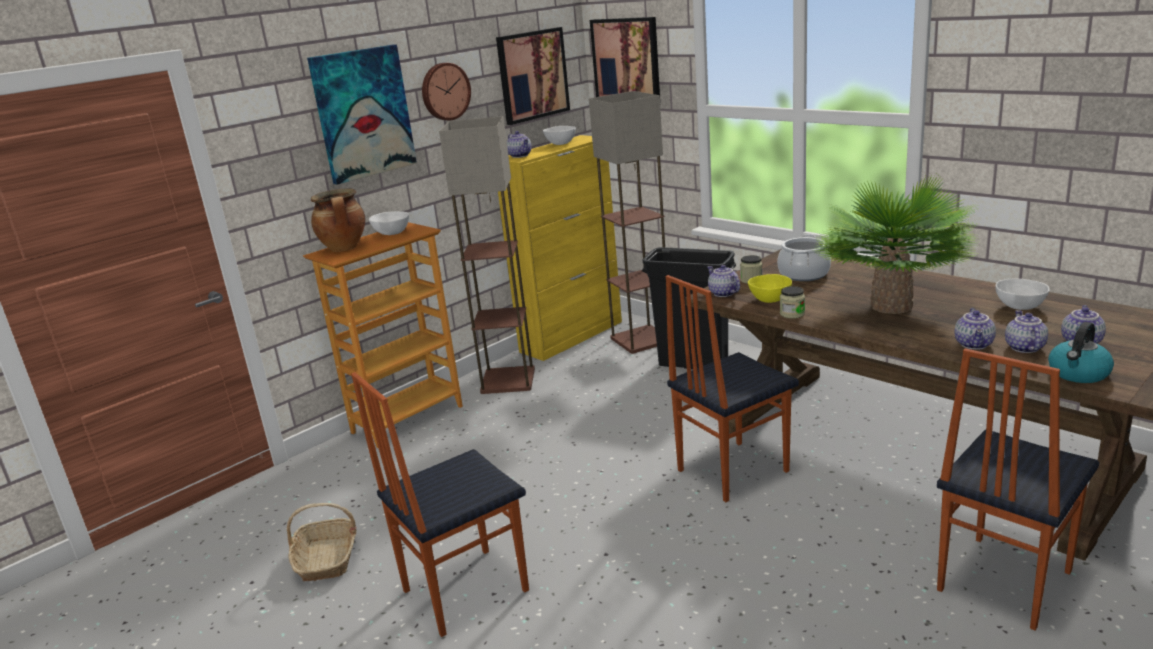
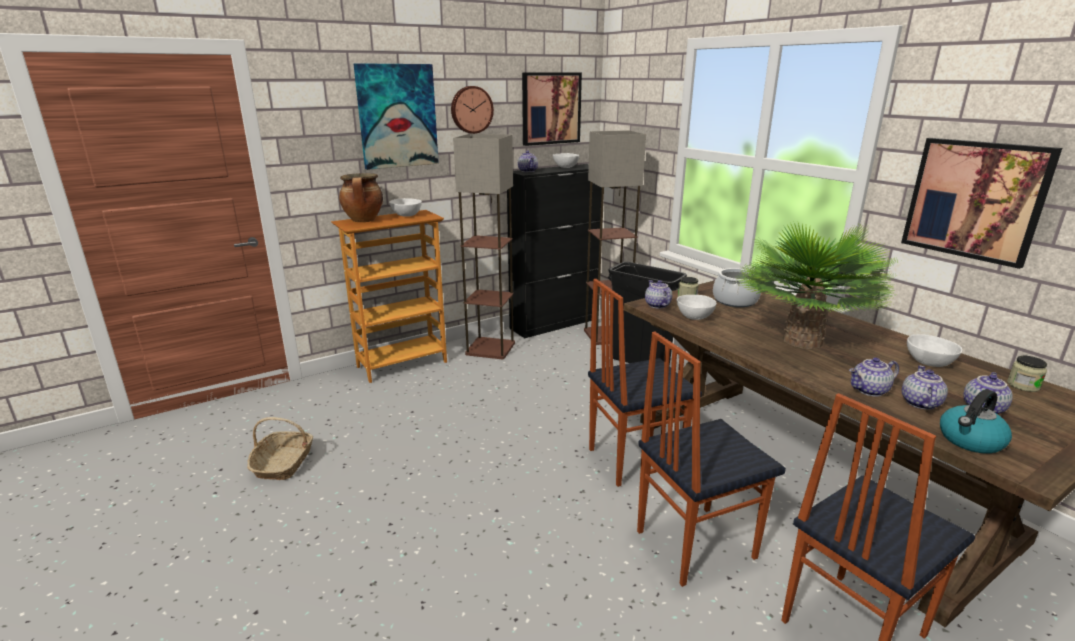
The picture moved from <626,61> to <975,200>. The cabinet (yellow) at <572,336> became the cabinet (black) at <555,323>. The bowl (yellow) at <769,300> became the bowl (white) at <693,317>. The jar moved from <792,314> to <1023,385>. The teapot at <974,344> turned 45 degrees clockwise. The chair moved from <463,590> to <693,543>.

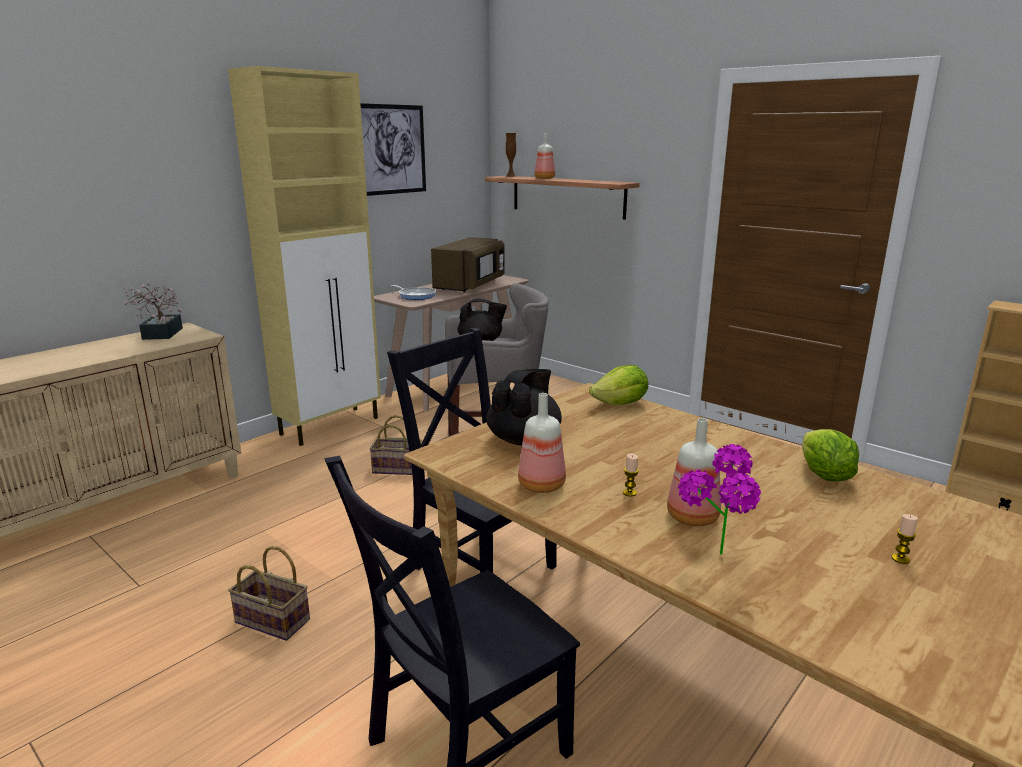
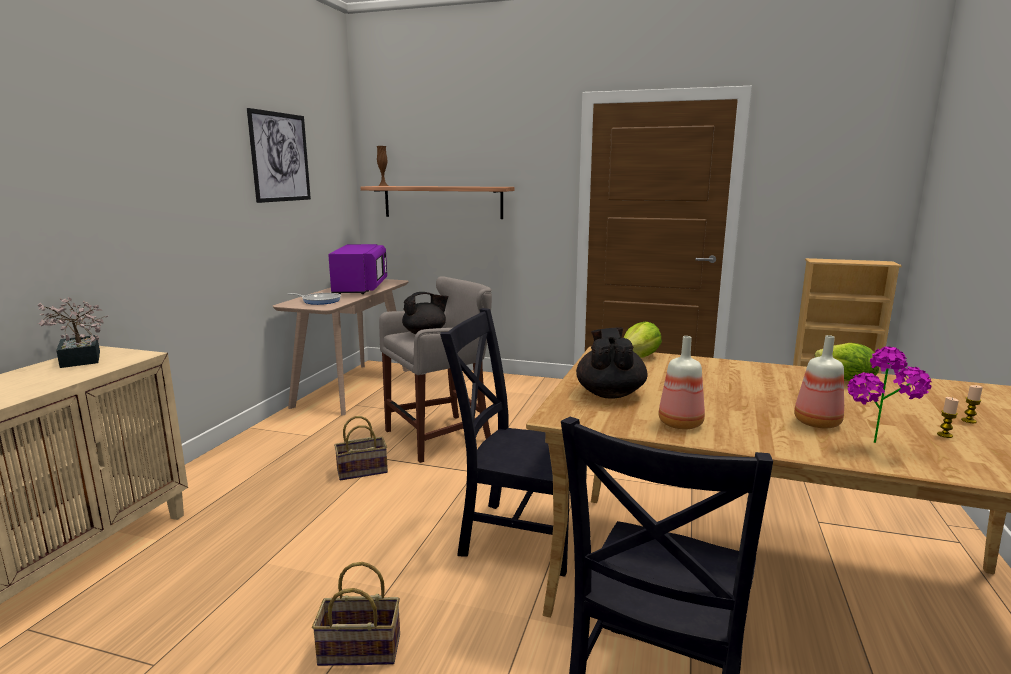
The cabinet (beige) at <331,425> disappeared. The bottle at <544,178> disappeared. The microwave (brown) at <470,285> became the microwave (purple) at <361,288>. The candle moved from <629,493> to <944,435>.

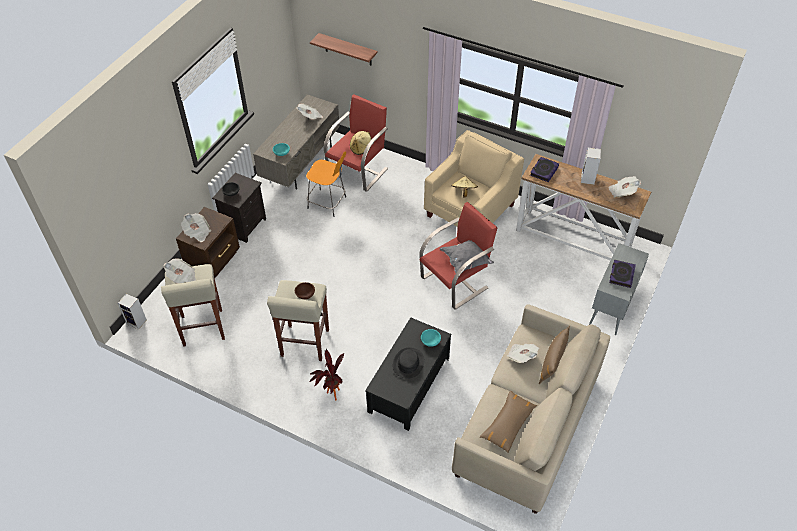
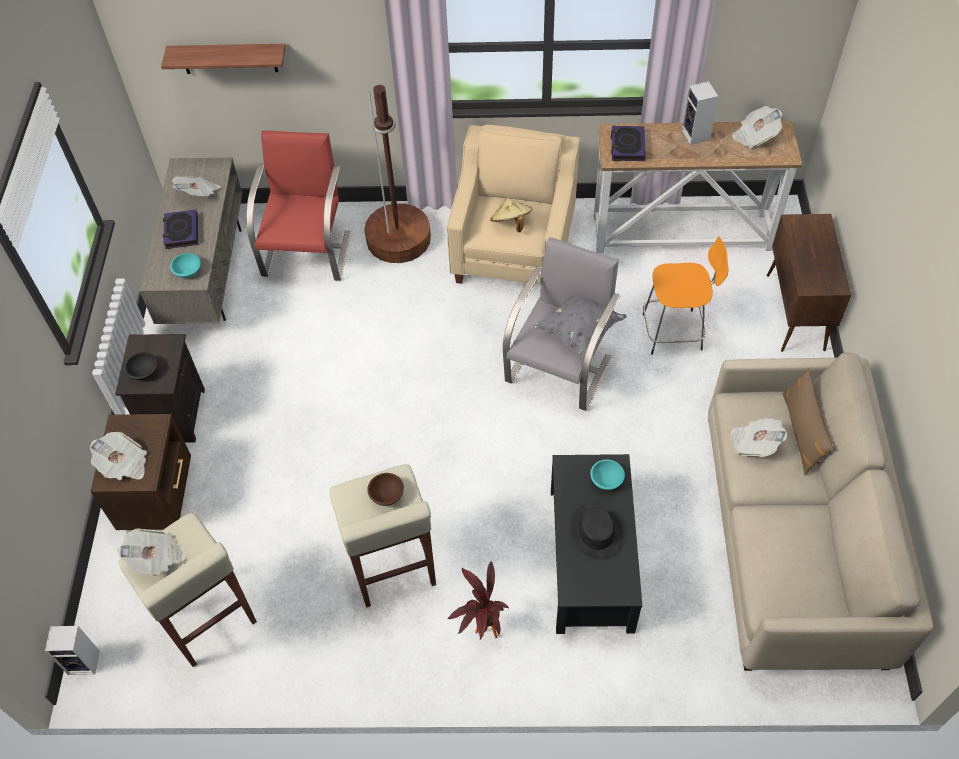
The hat (beige) at <361,148> disappeared. The stool (orange) moved from <328,203> to <674,331>. The armchair (red) at <455,282> became the armchair (grey) at <559,368>. The cabinet (grey) at <612,308> became the cabinet (brown) at <795,313>. The book moved from <621,275> to <181,232>. The pillow (brown) at <508,424> disappeared. The floor lamp (brown) at <398,239> appeared.

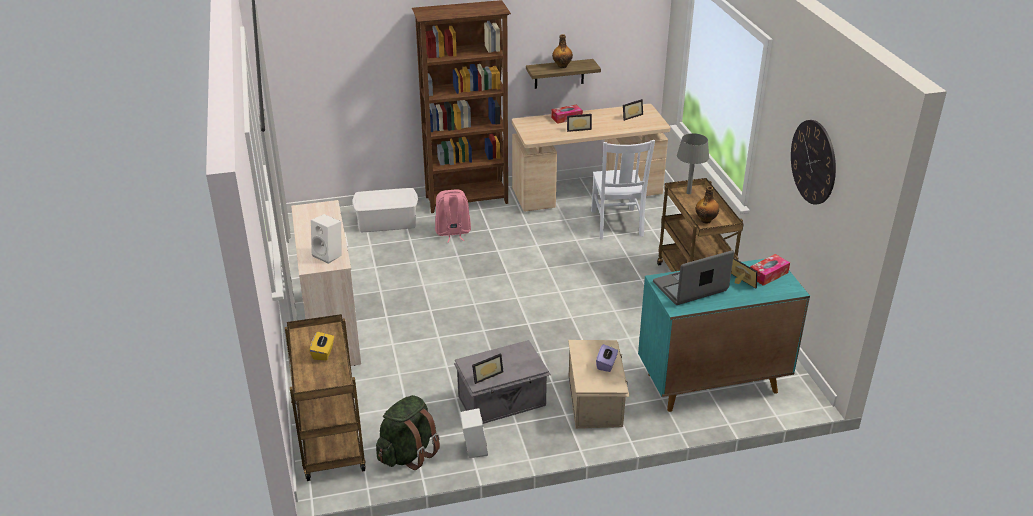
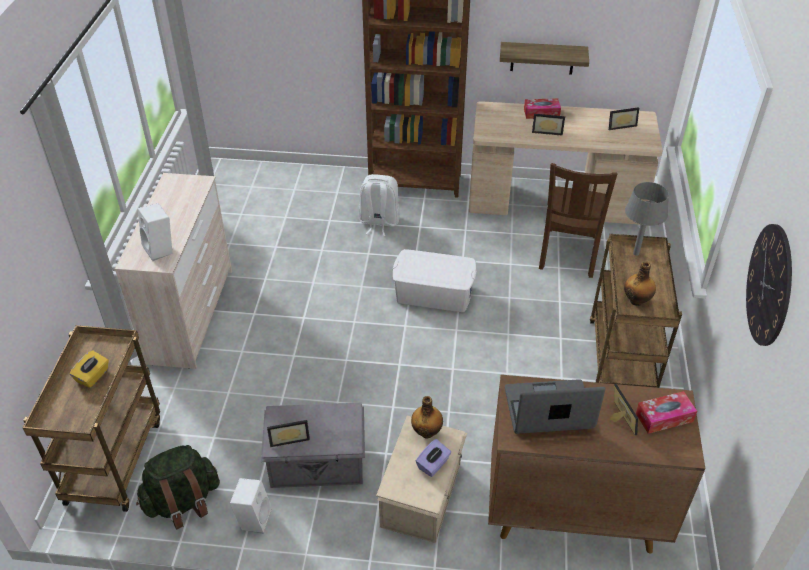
The bottle moved from <562,66> to <427,431>. The chair (white) at <617,224> became the chair (brown) at <568,254>. The storage box (white) moved from <386,222> to <433,293>. The backpack (pink) at <453,232> became the backpack (white) at <379,222>. The cabinet (turquoise) at <711,383> became the cabinet (brown) at <573,512>.

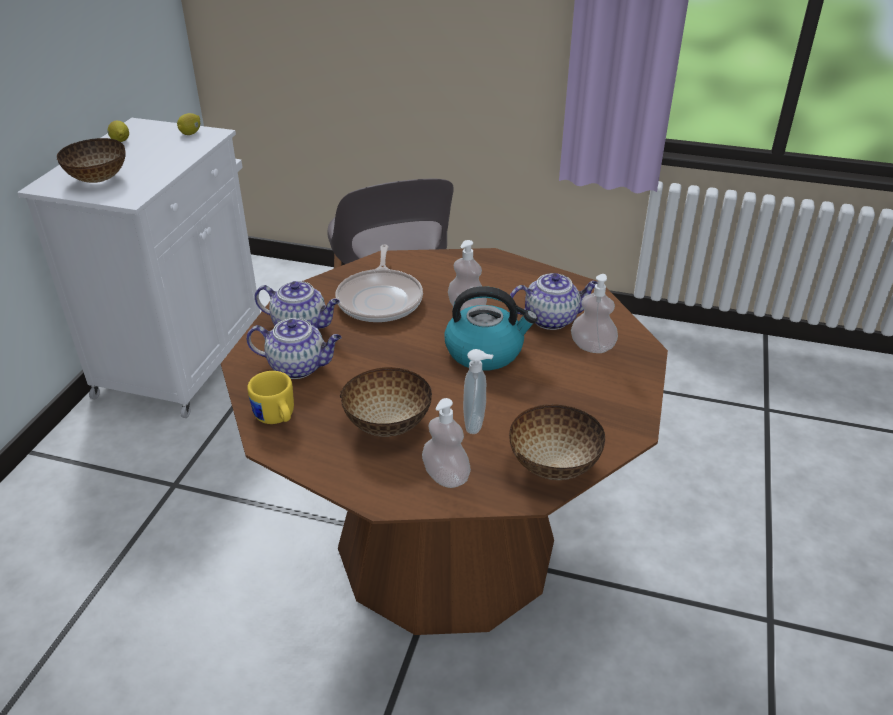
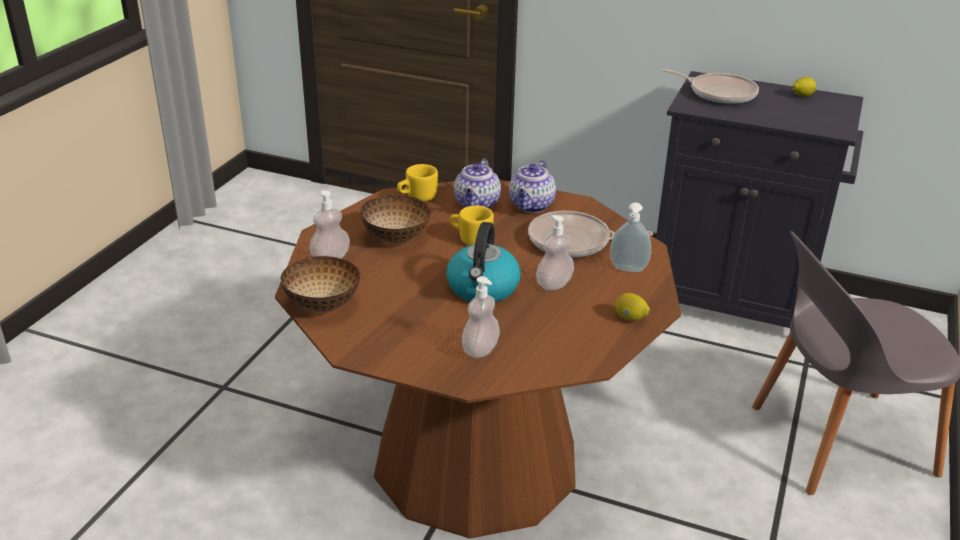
The lemon moved from <191,133> to <630,318>. The cabinet (white) at <184,357> became the cabinet (black) at <734,299>. The bowl at <97,179> was replaced by the frying pan at <719,93>. The teapot at <552,319> disappeared. The soap dispenser moved from <476,424> to <628,270>. The mug (yellow) at <471,239> appeared.

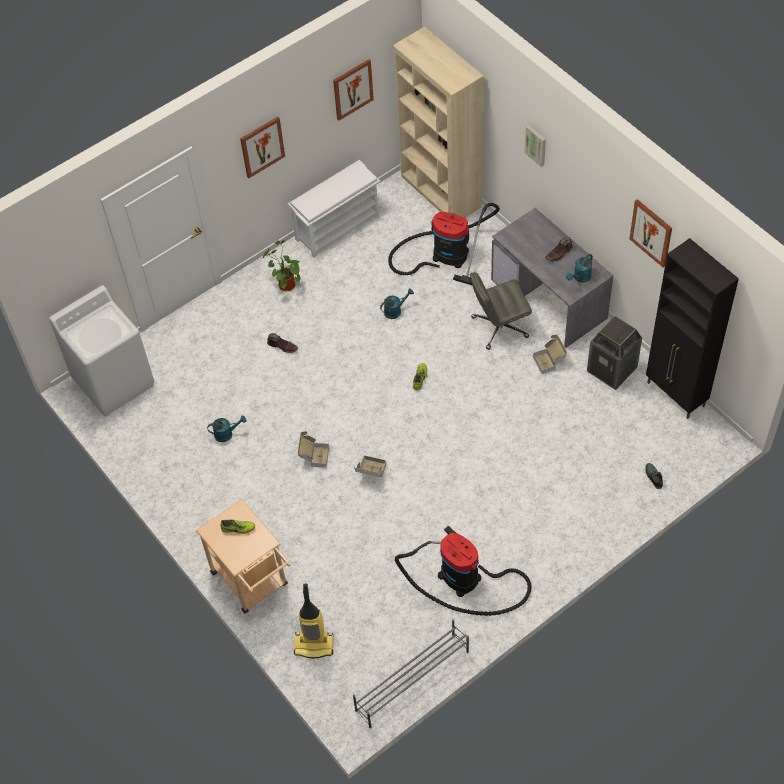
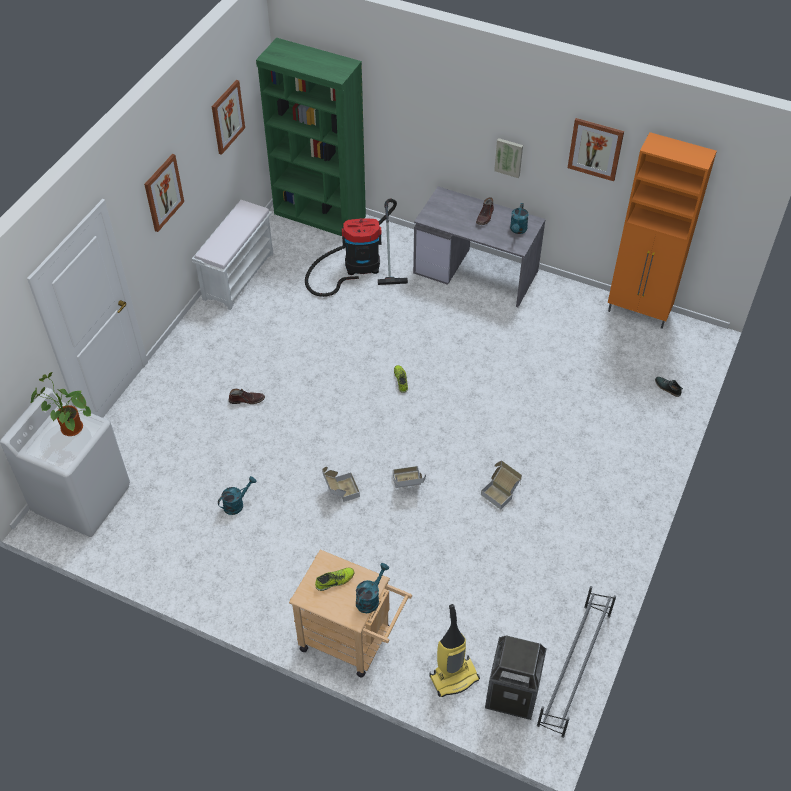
The bookcase (beige) at <440,192> became the bookcase (green) at <320,216>. The picture moved from <536,145> to <509,157>. The cabinet (black) at <676,395> became the cabinet (orange) at <639,312>. The potted plant moved from <285,285> to <69,428>. The office chair (grey) at <499,327> disappeared. The watering can (turquoise) moved from <395,310> to <370,598>. The trash can moved from <612,370> to <512,693>. The cardboard box moved from <549,361> to <500,492>. The vacuum cleaner at <464,579> disappeared.

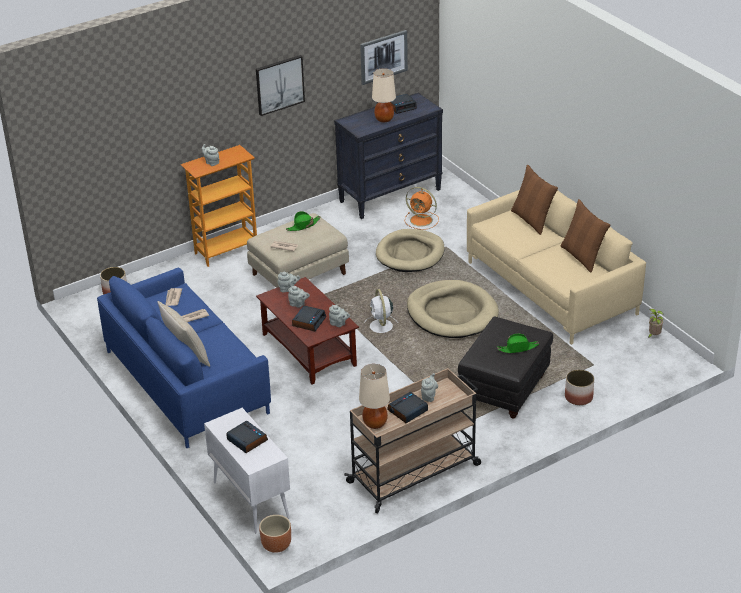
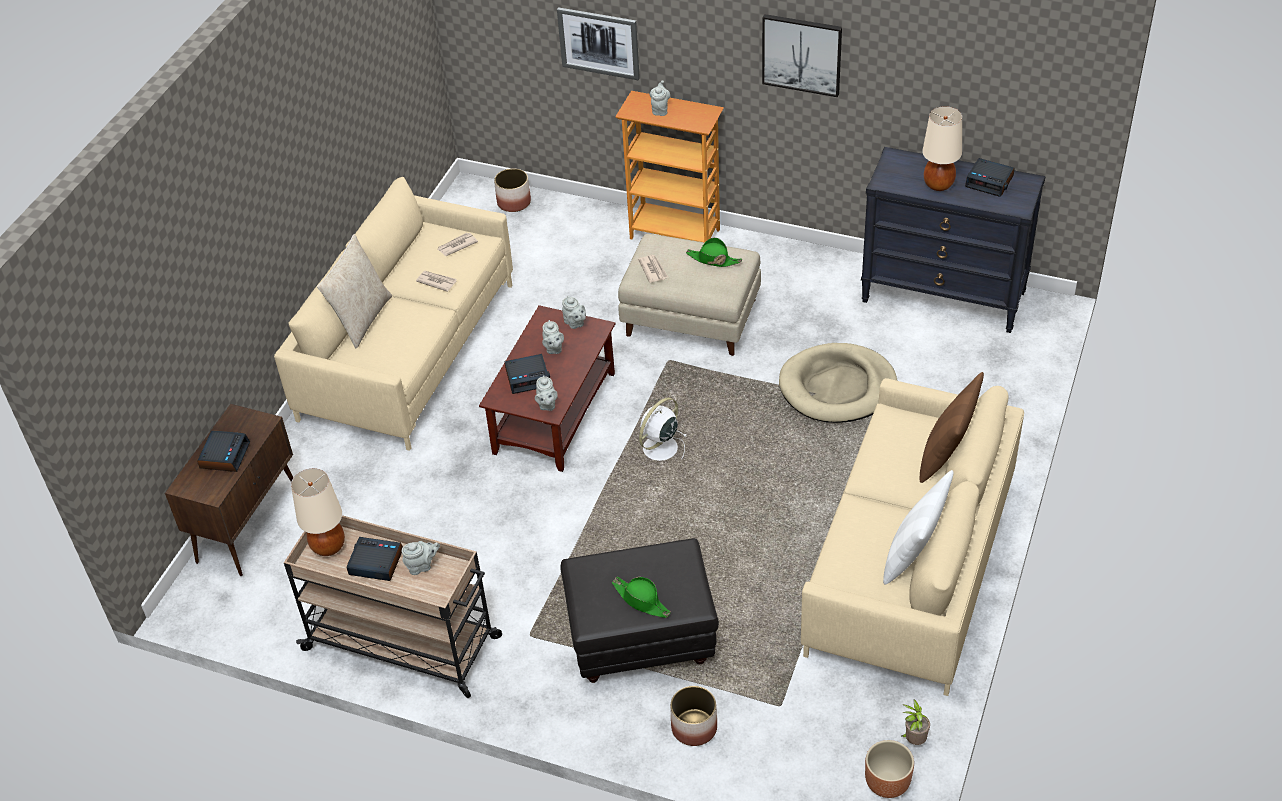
The picture moved from <383,57> to <599,43>. The fan (orange) at <422,220> disappeared. The pillow (brown) at <582,257> became the pillow (white) at <913,555>. The sofa (blue) at <186,381> became the sofa (beige) at <408,351>. The dog bed (beige) at <452,313> disappeared. The cabinet (white) at <250,499> became the cabinet (brown) at <249,525>. The planter (brown) moved from <276,545> to <887,783>.

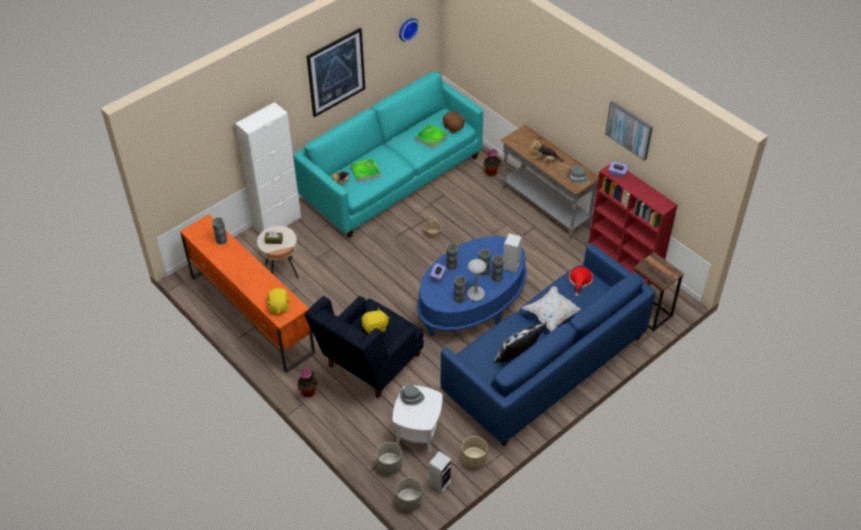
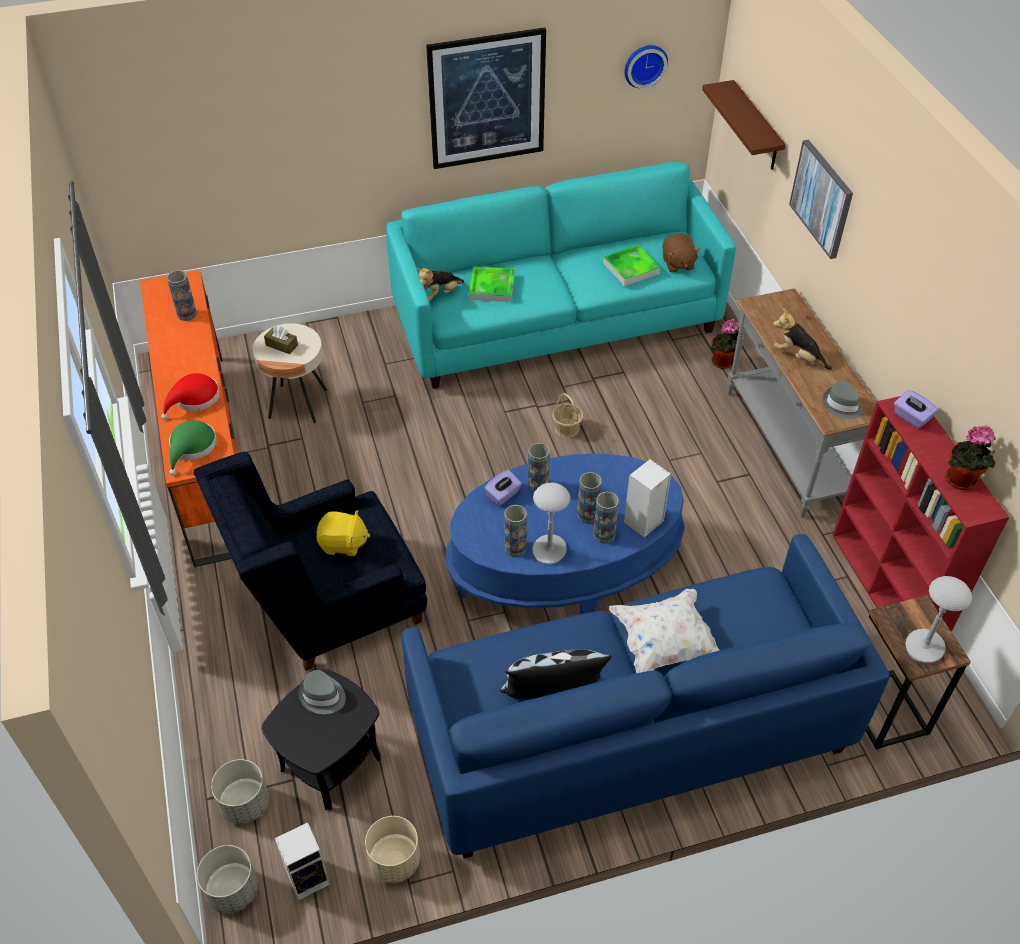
The picture moved from <629,130> to <822,198>. The cabinet (white) at <277,223> disappeared. The hat (red) moved from <580,281> to <194,399>. The plush toy (yellow) at <279,306> was replaced by the hat (green) at <192,447>. The potted plant moved from <309,393> to <961,482>. The side table (white) at <418,432> became the side table (black) at <331,763>. The shelf (brown) at <756,127> appeared. The table lamp (grey) at <924,647> appeared.

